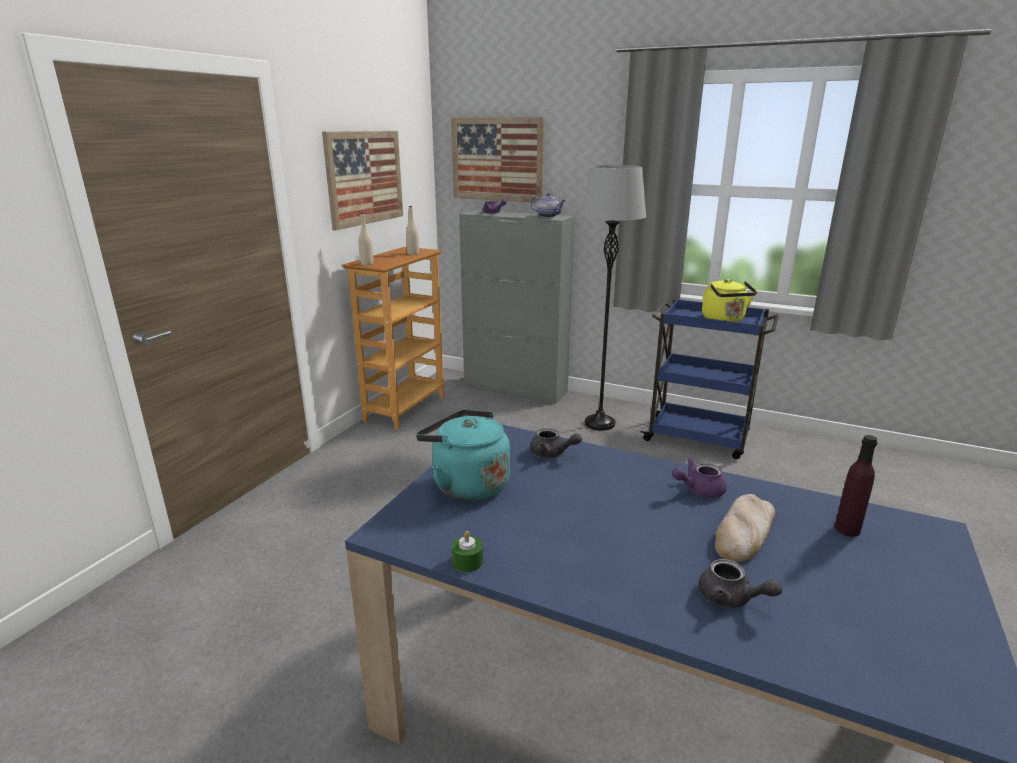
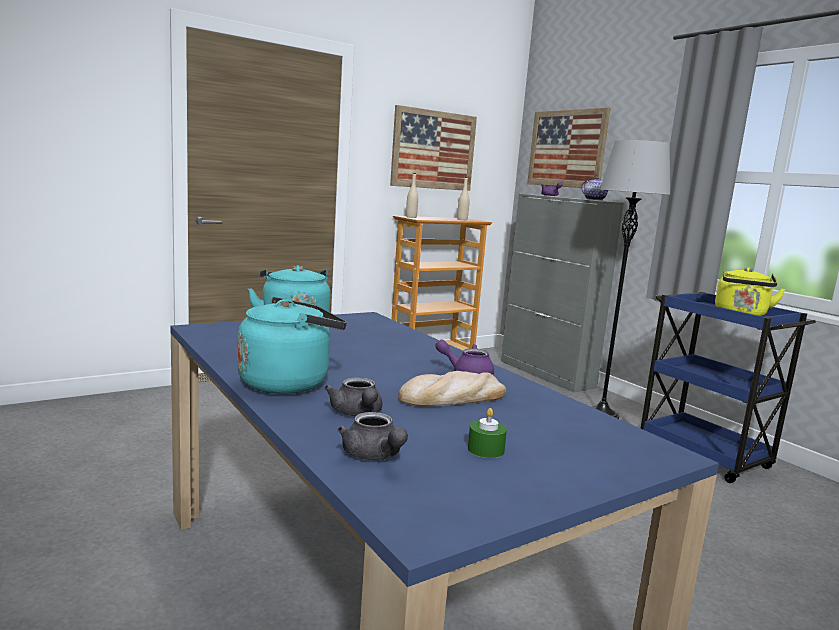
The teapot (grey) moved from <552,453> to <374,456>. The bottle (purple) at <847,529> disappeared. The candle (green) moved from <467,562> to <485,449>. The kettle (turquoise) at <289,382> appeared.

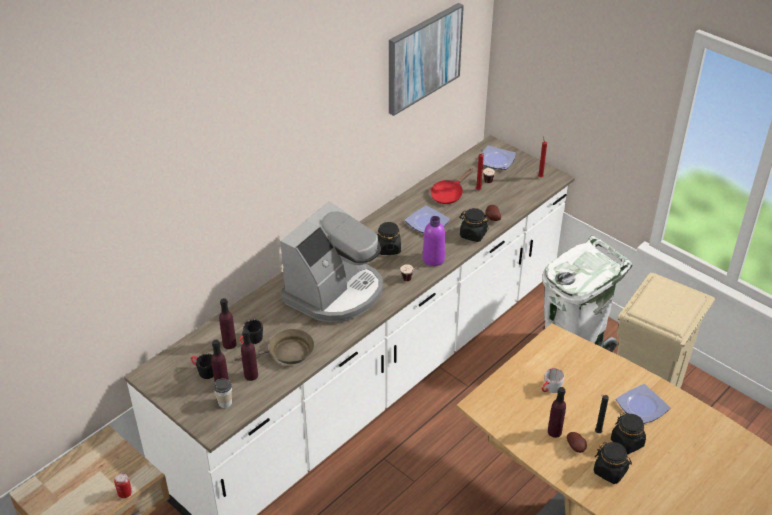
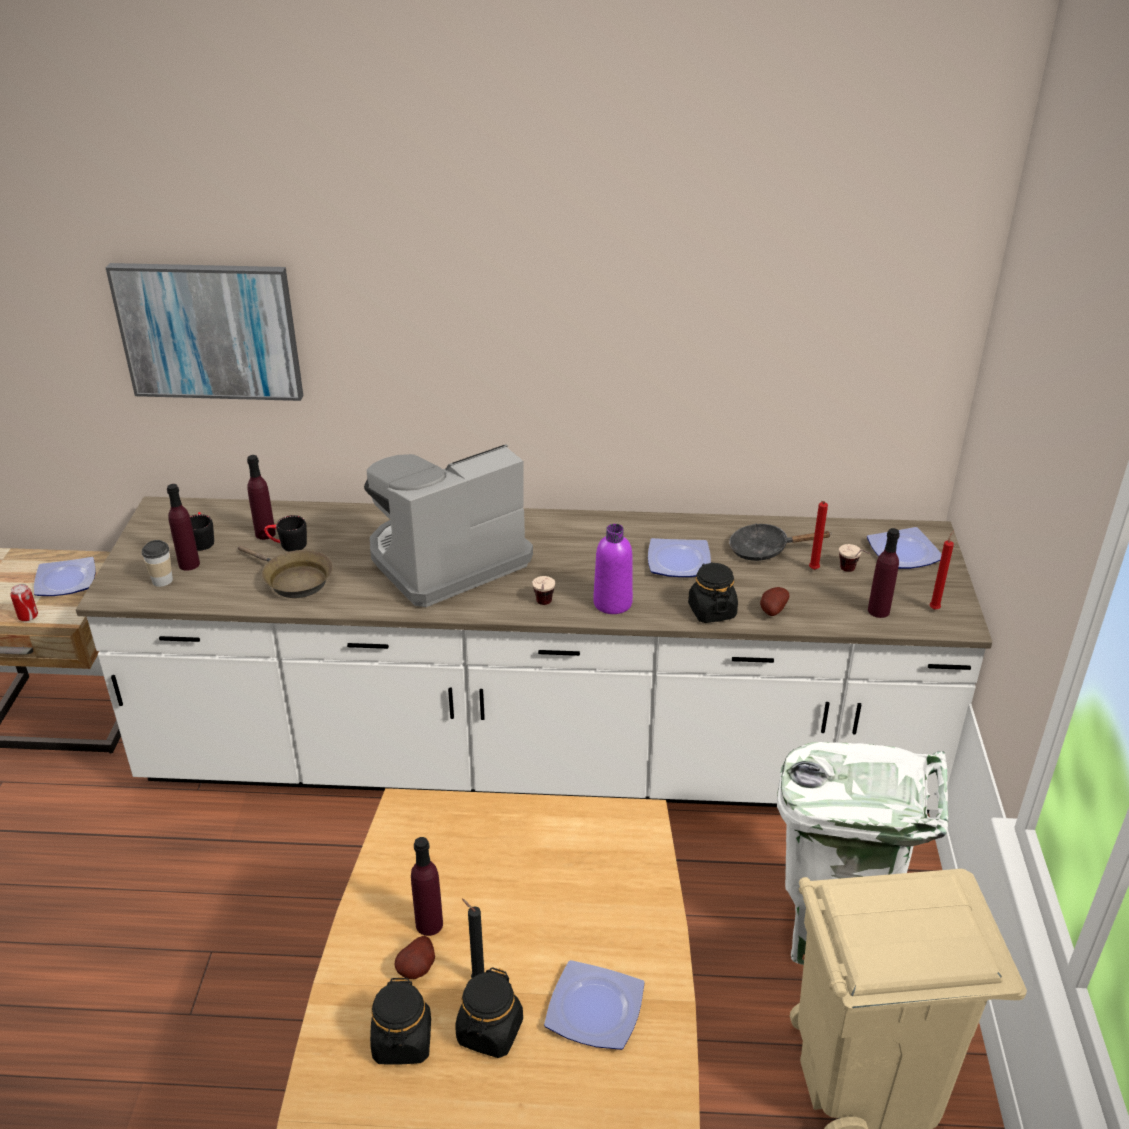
The picture moved from <423,57> to <209,331>. The frying pan (red) at <448,194> became the frying pan (black) at <764,550>. The coffee machine at <335,292> turned 150 degrees clockwise. The jar (black) at <388,248> disappeared. The bottle (purple) moved from <251,375> to <878,611>. The mug (grey) at <550,389> disappeared. The plate at <65,580> appeared.

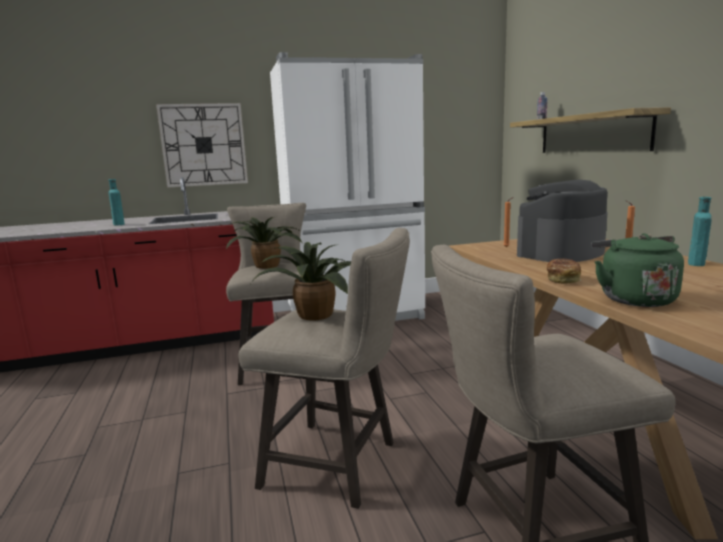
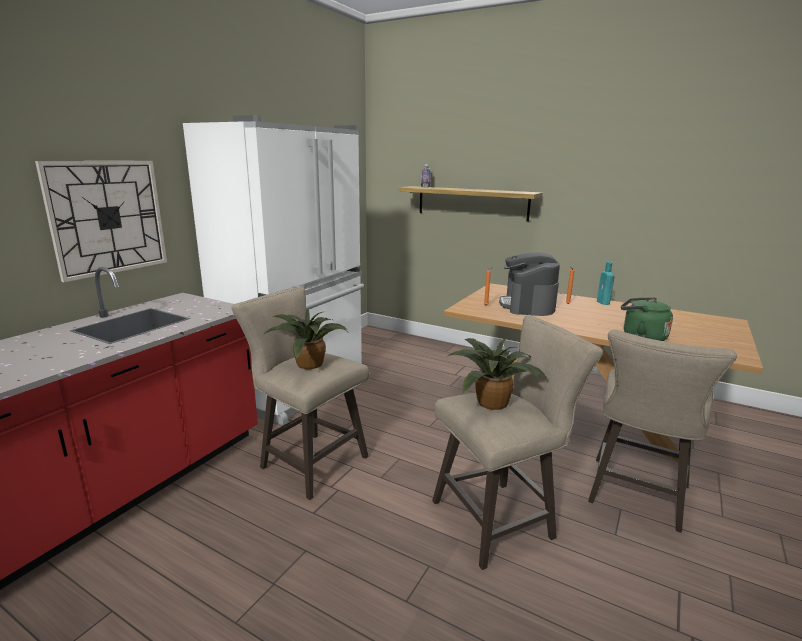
The bottle (turquoise) at <119,224> disappeared. The bread at <563,280> disappeared.

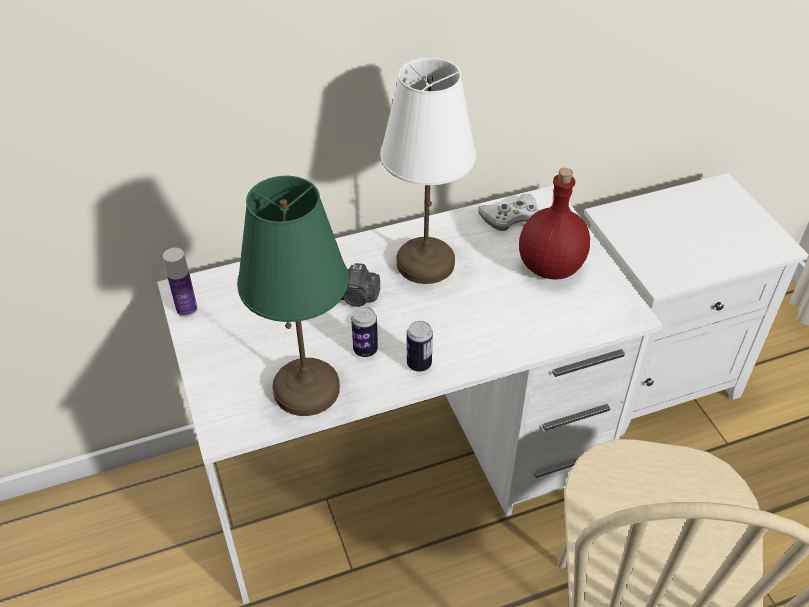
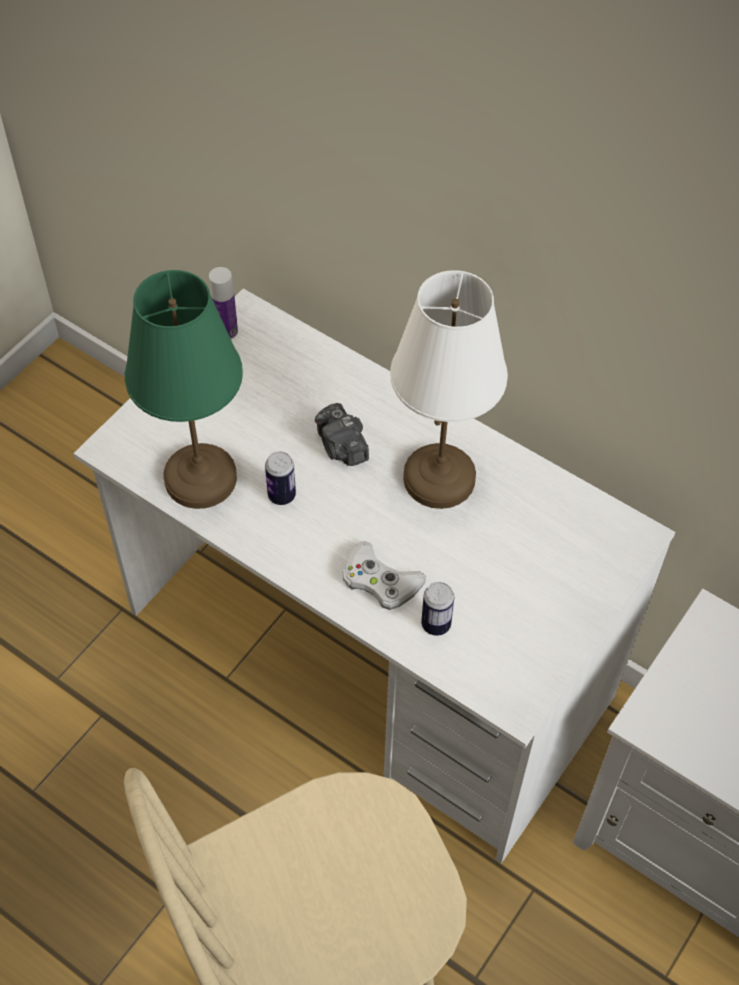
The bottle (red) at <551,266> disappeared. The game controller (white) moved from <510,217> to <380,581>. The can moved from <419,364> to <436,624>.

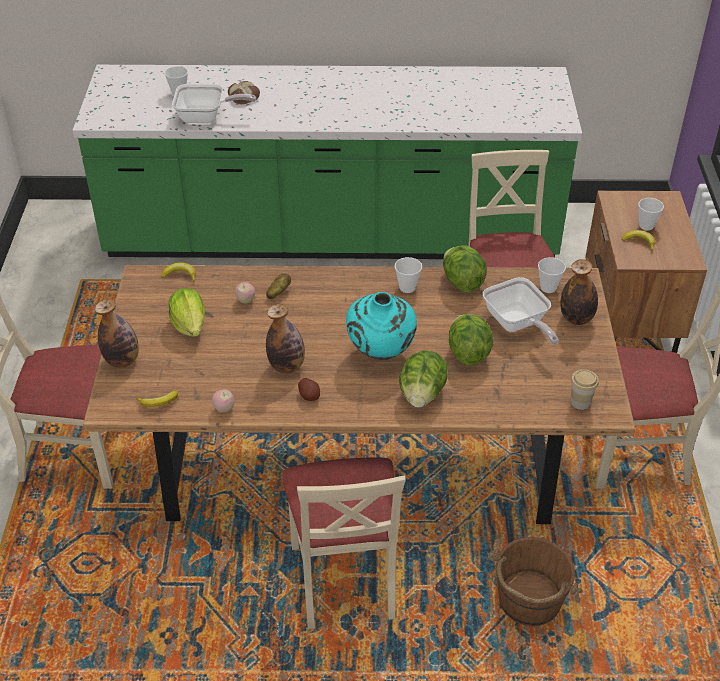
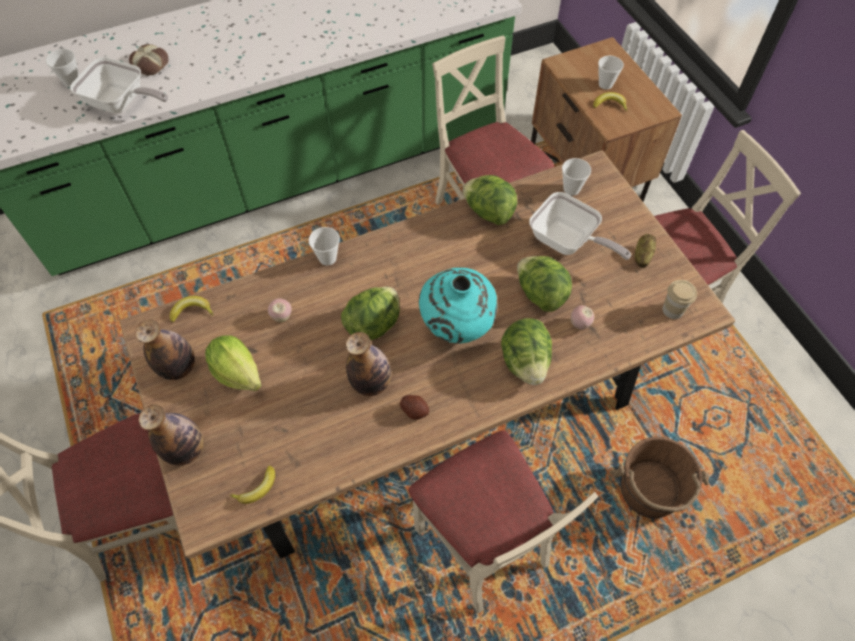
The frying pan at <206,117> turned 45 degrees clockwise. The cup moved from <407,287> to <327,258>. The bottle moved from <576,318> to <178,367>. The potato moved from <278,292> to <642,256>. The apple moved from <224,409> to <580,324>. The lettuce at <374,324> appeared.

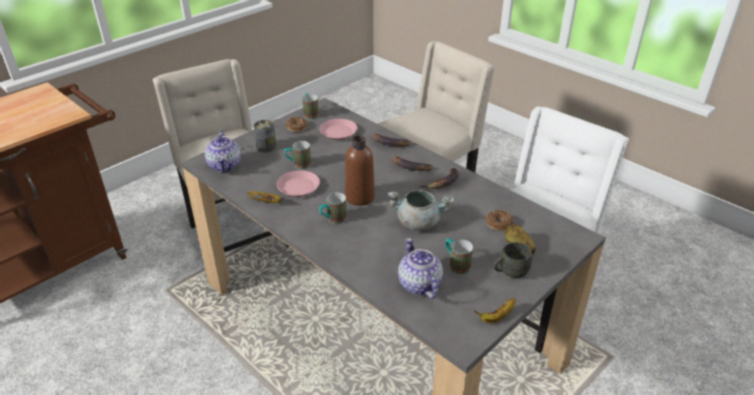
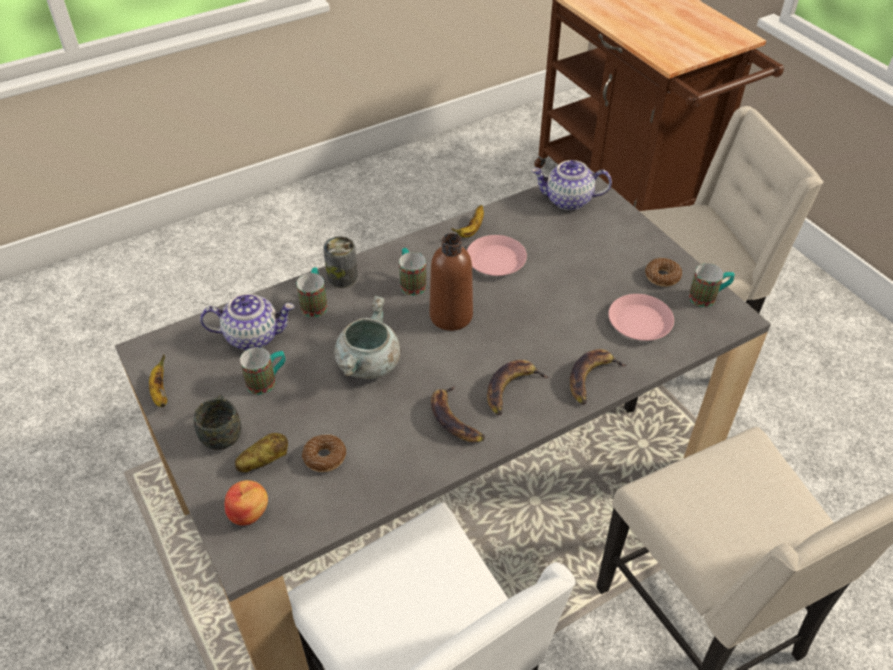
The can moved from <266,147> to <342,277>. The mug moved from <298,164> to <315,303>. The apple at <249,513> appeared.

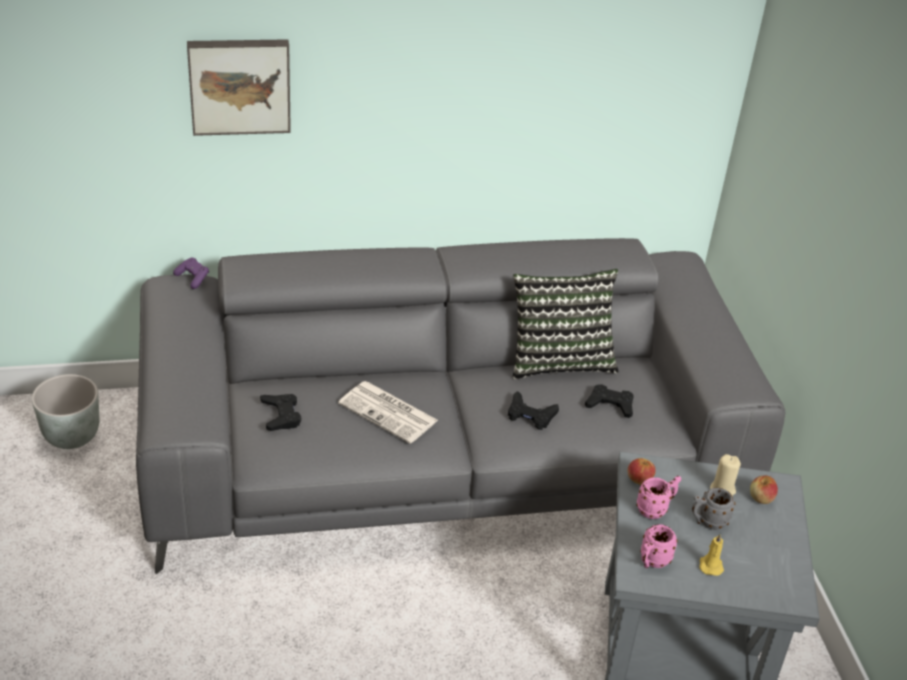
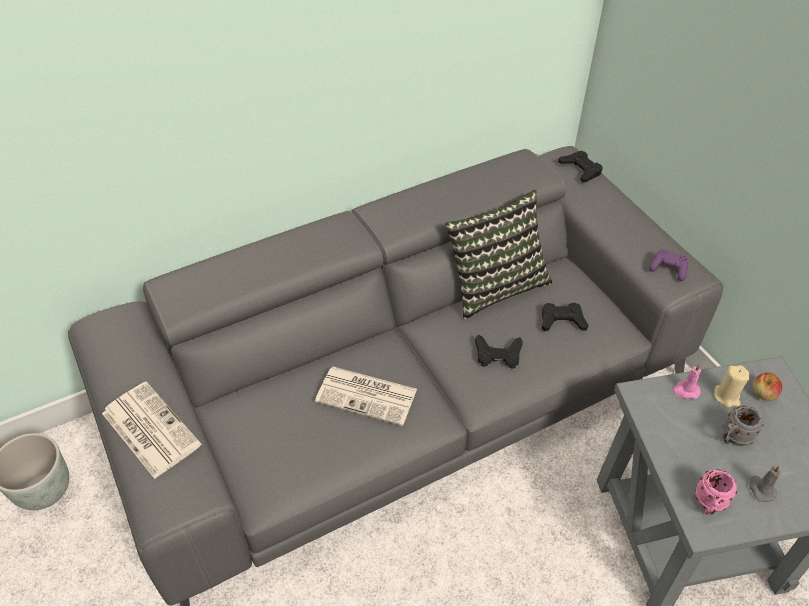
The picture at <239,85> disappeared. The game controller (purple) moved from <193,278> to <668,269>. The game controller (black) moved from <281,415> to <580,169>. The apple at <639,479> disappeared. The mug (pink) at <655,509> disappeared. The candle (yellow) at <710,565> became the candle (grey) at <761,489>. The candle (pink) at <685,390> appeared. The newspaper at <149,429> appeared.

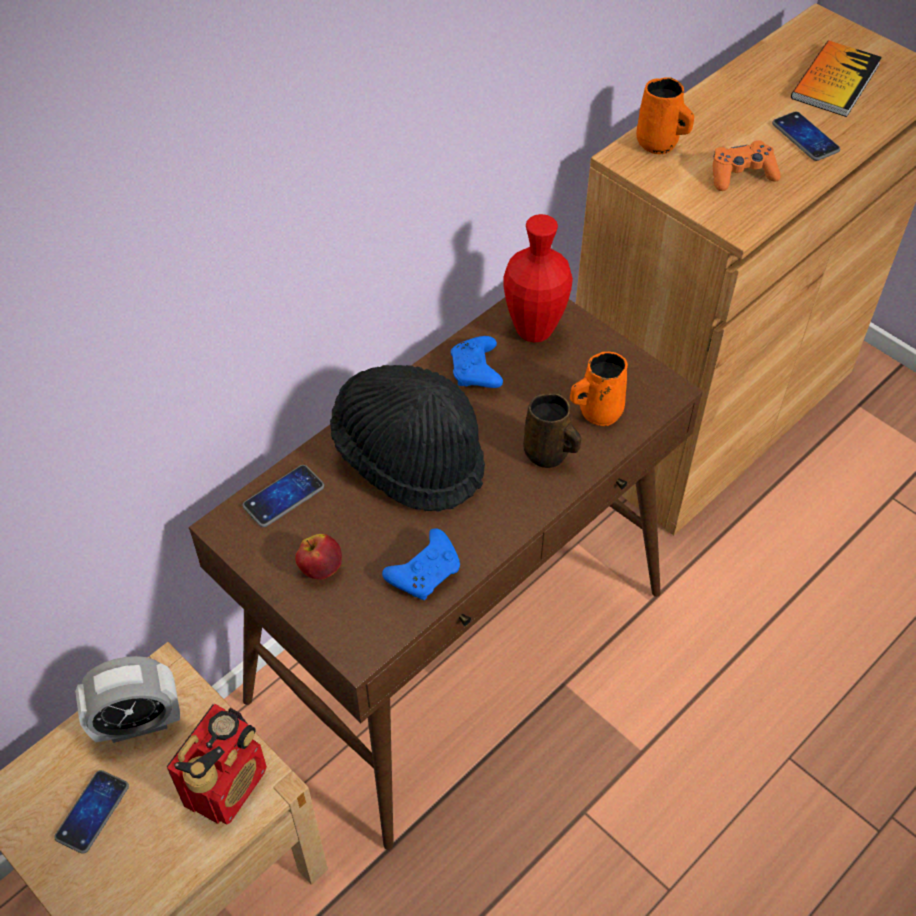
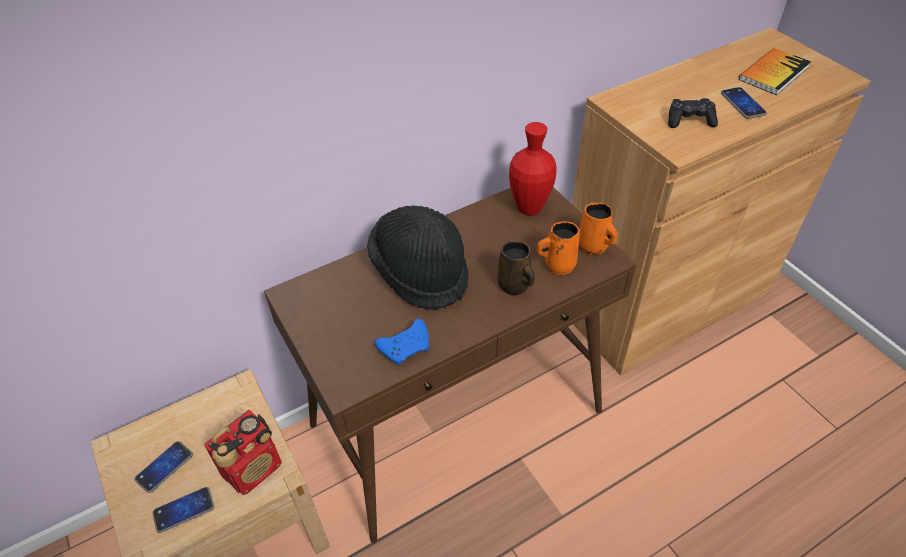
The mug (orange) moved from <659,144> to <594,247>. The game controller (orange) at <741,175> became the game controller (black) at <689,120>. The game controller (blue) at <476,372> disappeared. The phone moved from <284,497> to <184,510>. The apple at <320,568> disappeared. The alarm clock at <138,723> disappeared.

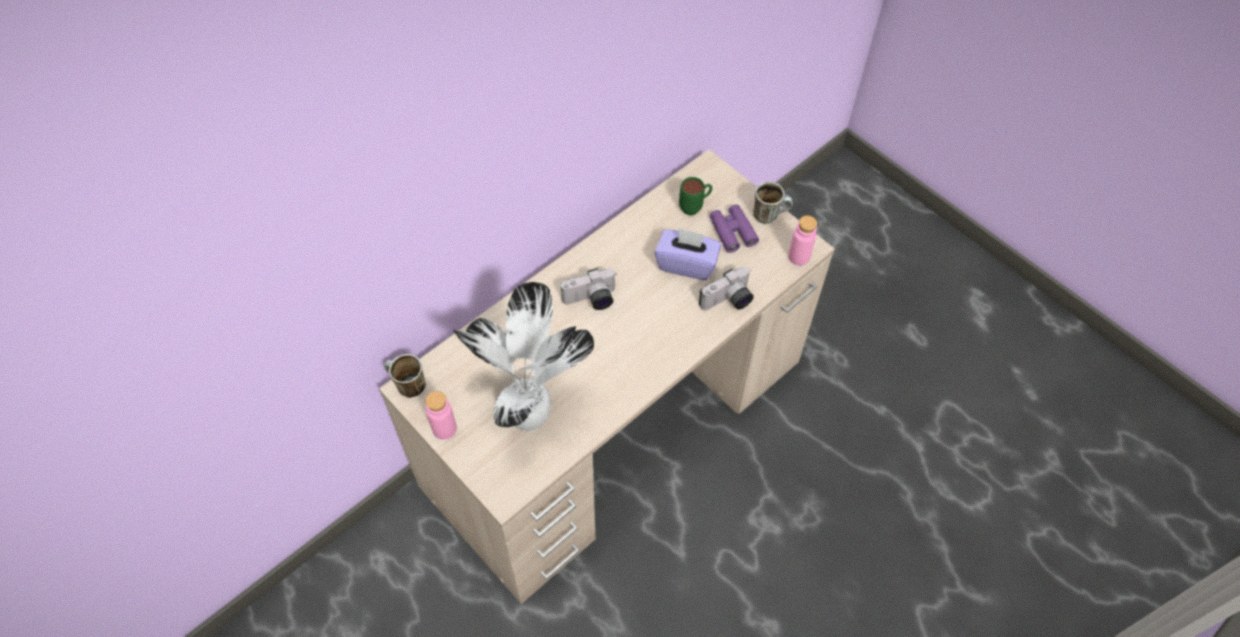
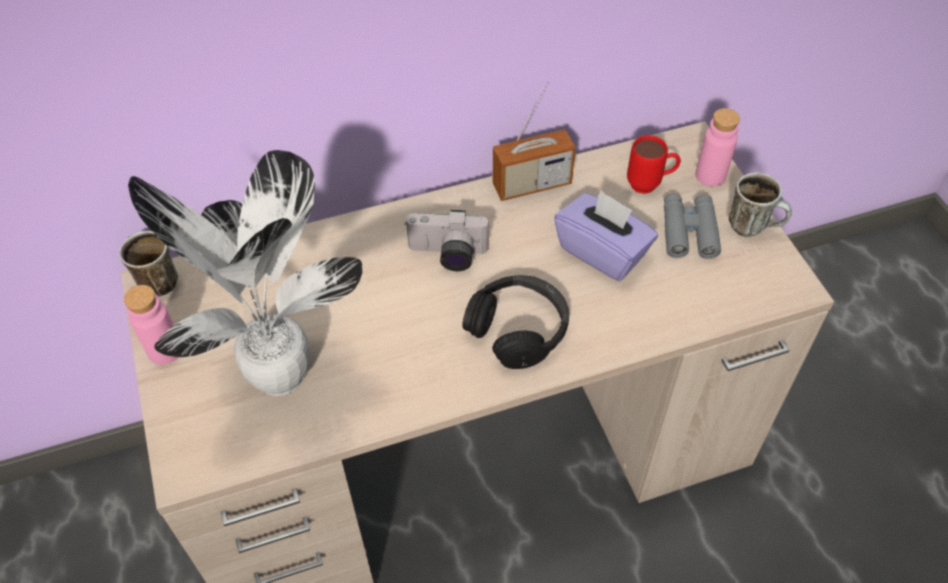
The mug (green) at <695,207> became the mug (red) at <650,185>. The binoculars (purple) at <732,232> became the binoculars (grey) at <689,232>. The bottle (pink) moved from <798,256> to <710,175>. The photo camera at <728,301> disappeared. The radio at <532,184> appeared. The headphones (black) at <518,329> appeared.

